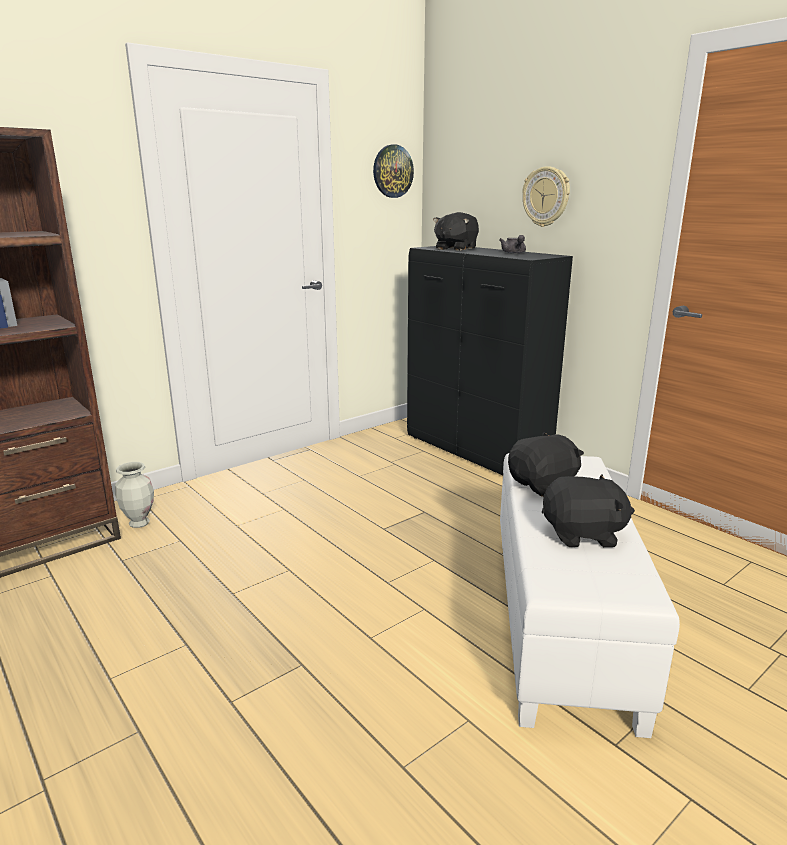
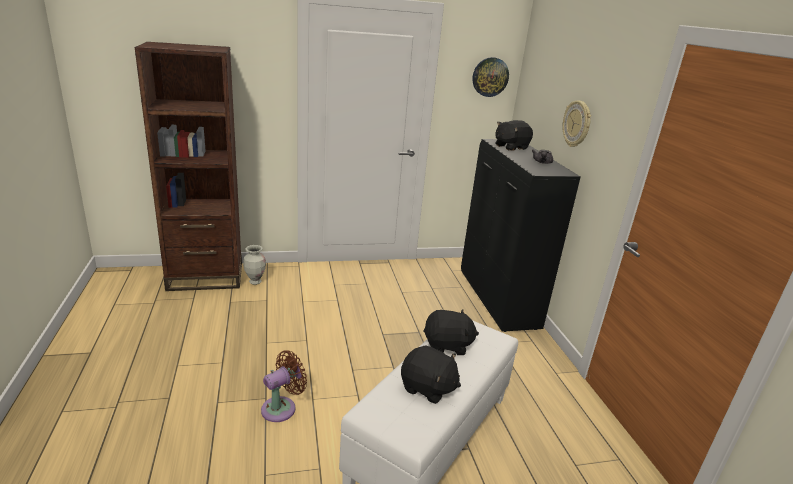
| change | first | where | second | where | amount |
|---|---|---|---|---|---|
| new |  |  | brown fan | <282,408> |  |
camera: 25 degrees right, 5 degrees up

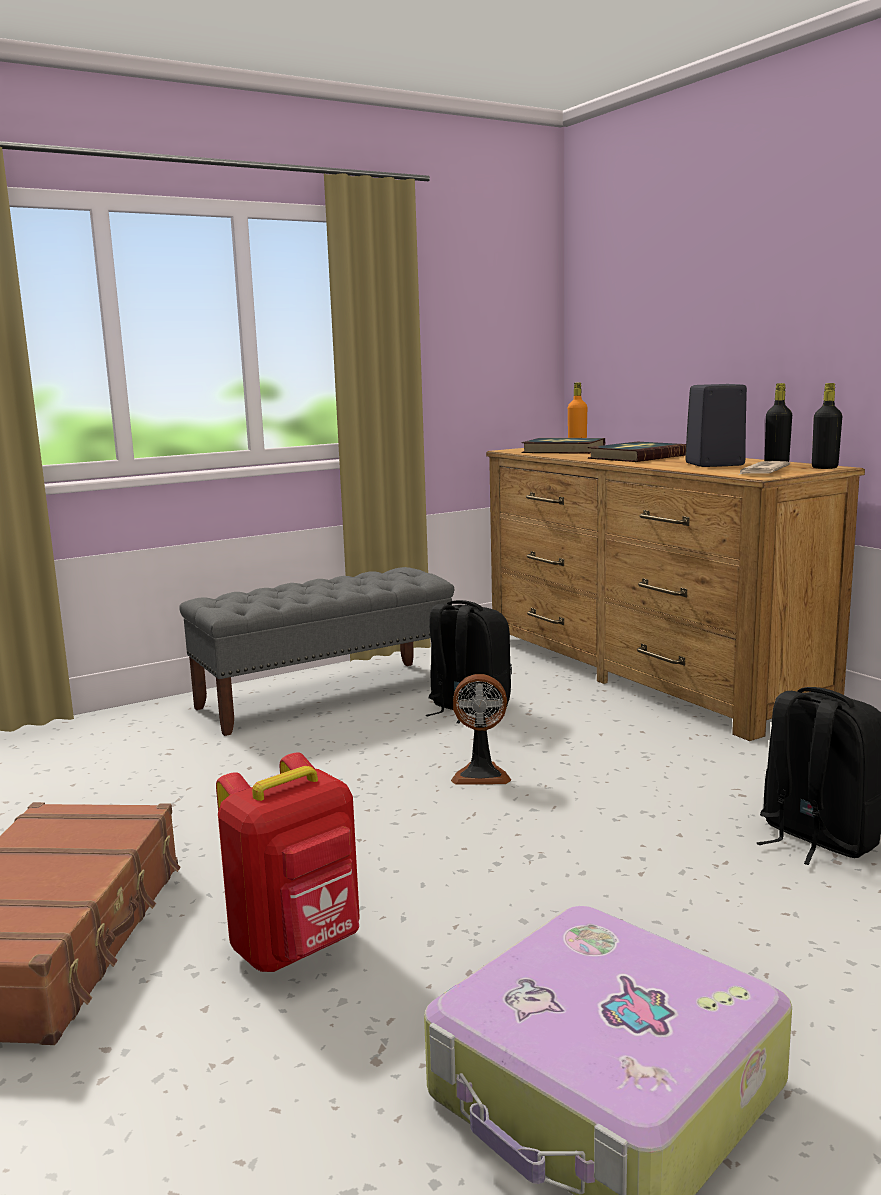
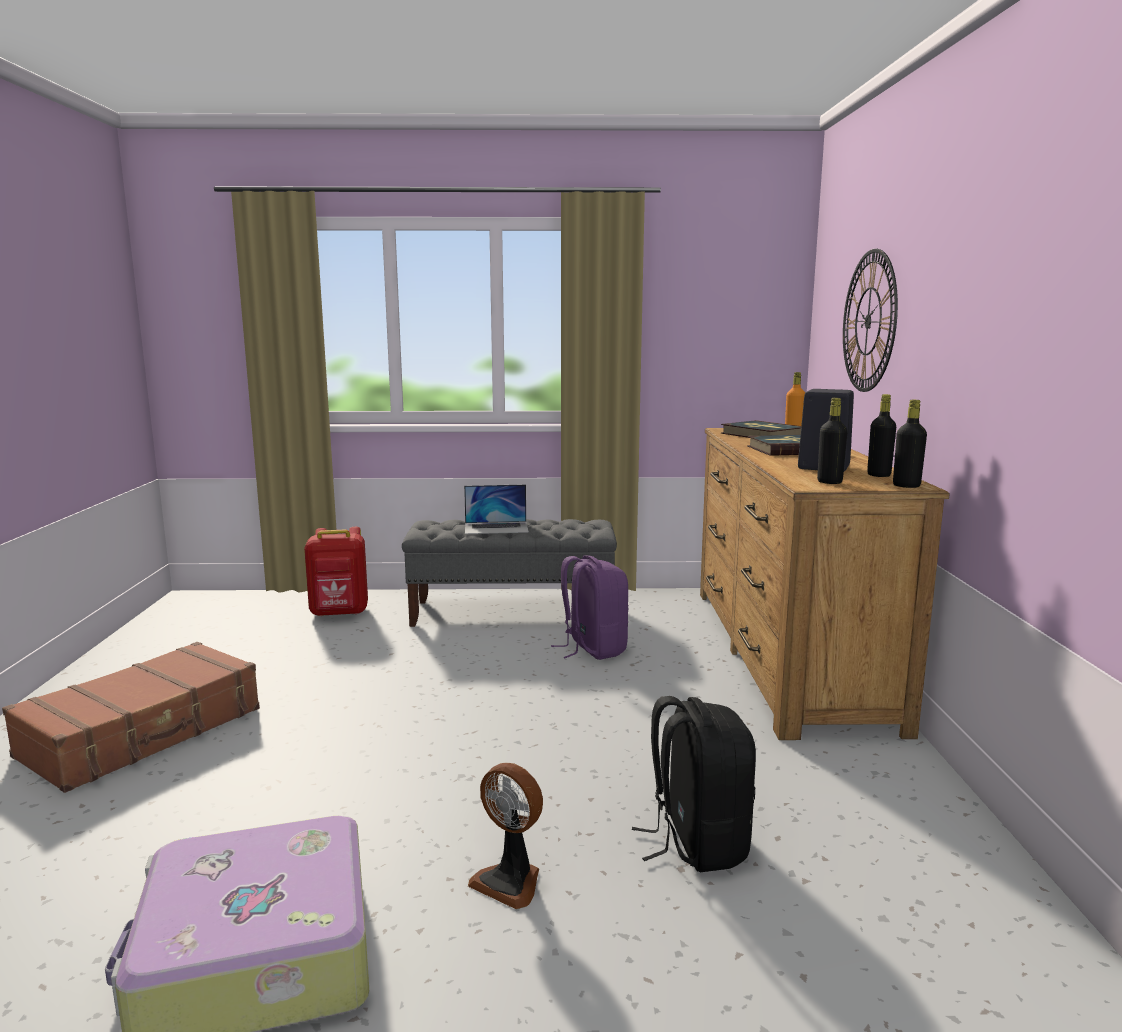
| change | first | where | second | where | amount |
|---|---|---|---|---|---|
| new |  |  | laptop | <496,527> |  |
| new |  |  | wall clock | <868,321> |  |
| shifted | red backpack | <299,948> |  | <339,613> |  |
| shifted | fan | <481,774> |  | <510,881> |  |
| swapped | newspaper | <762,472> | black bottle | <829,482> |  |
| repainted | black backpack | <467,709> | purple backpack | <592,649> |  |
camera: 30 degrees right, 0 degrees up

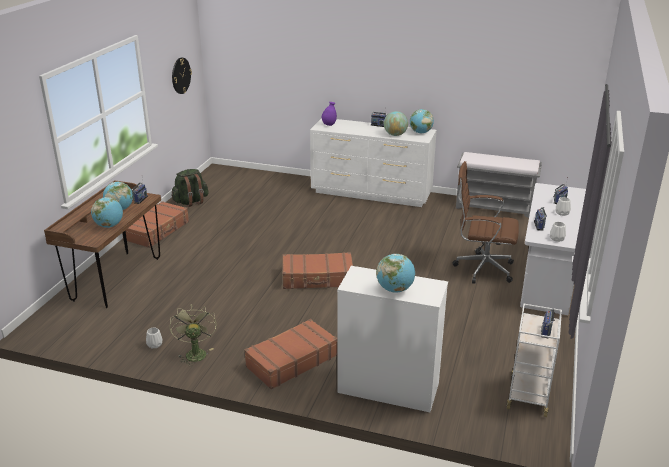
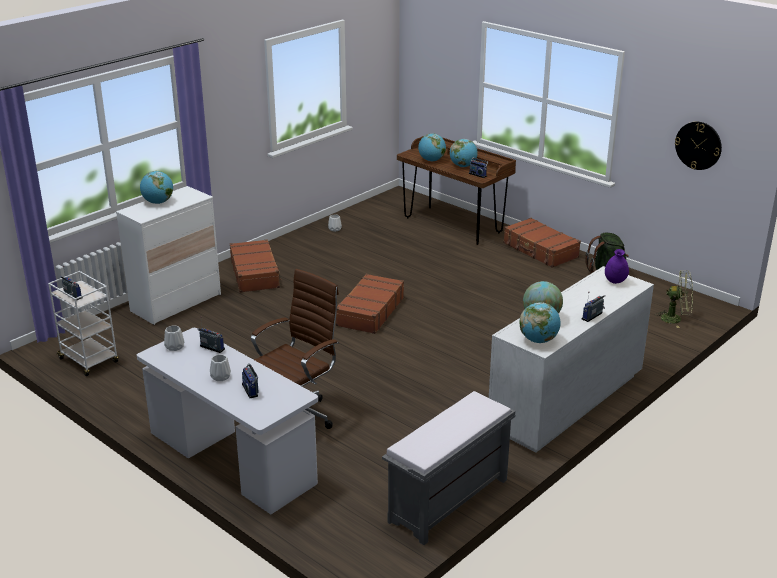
| change | first | where | second | where | amount |
|---|---|---|---|---|---|
| shifted | green fan | <195,352> |  | <675,319> |  |
camera: 115 degrees right, 0 degrees up

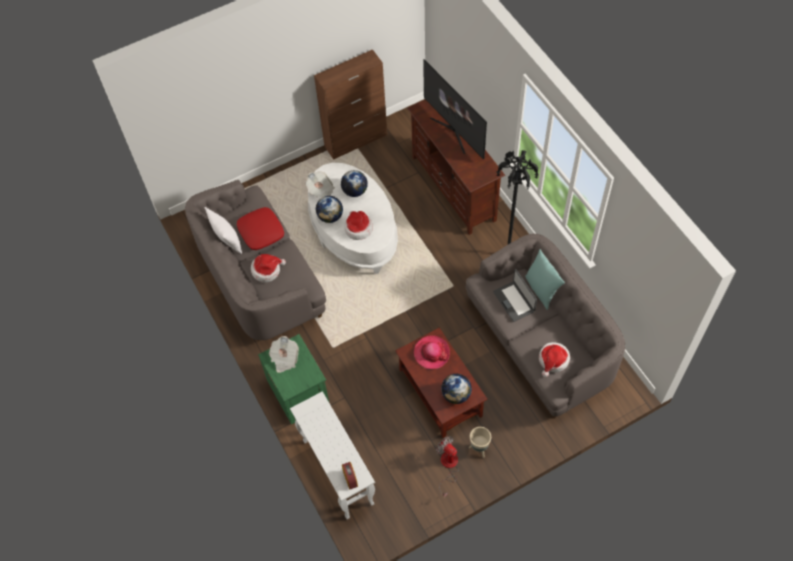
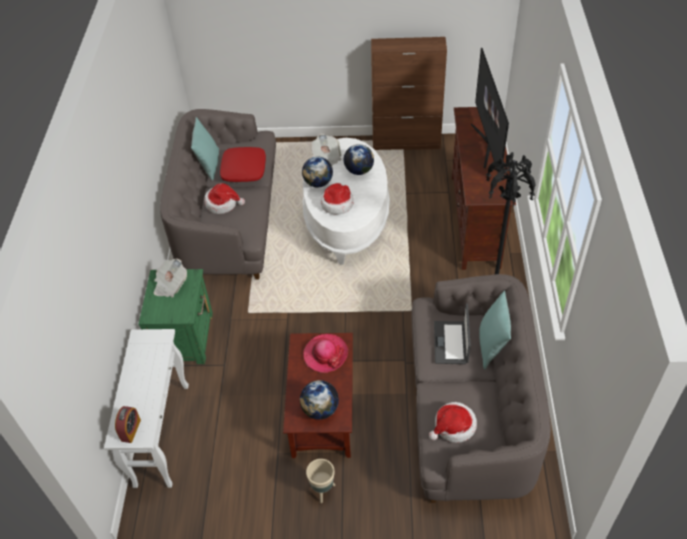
| change | first | where | second | where | amount |
|---|---|---|---|---|---|
| gone | fan | <448,466> |  |  |  |
| repainted | white pillow | <227,241> | turquoise pillow | <209,165> |  |
camera: 30 degrees right, 10 degrees down

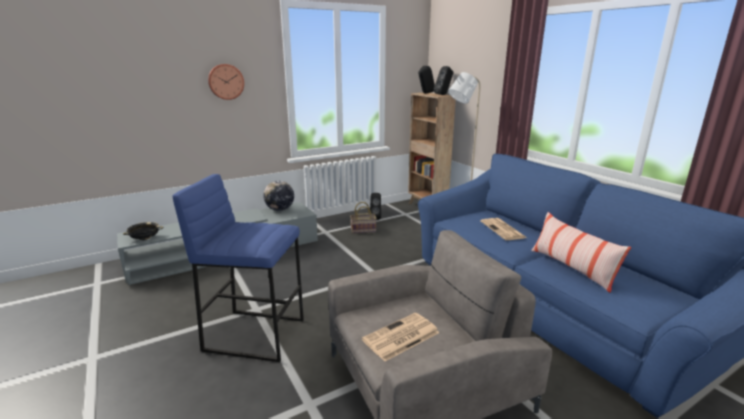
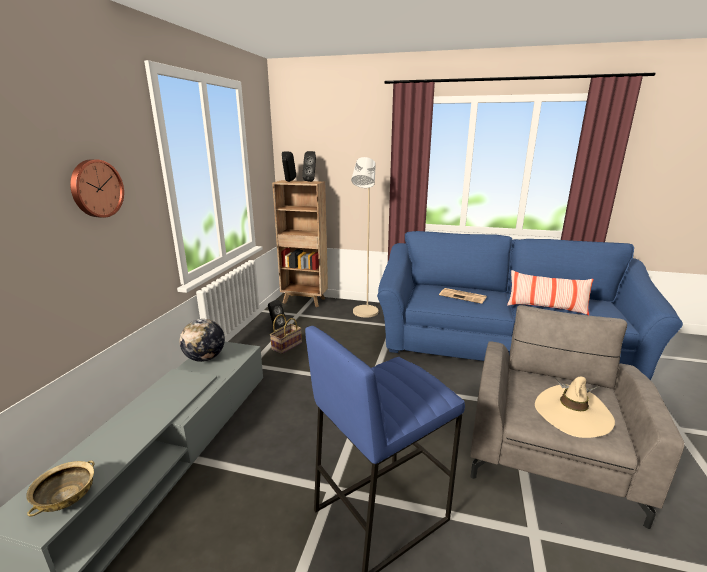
| change | first | where | second | where | amount |
|---|---|---|---|---|---|
| swapped | newspaper | <400,337> | beige hat | <572,414> |  |
| repainted | black bowl | <145,238> | beige bowl | <67,498> |  |
camera: 45 degrees left, 0 degrees up

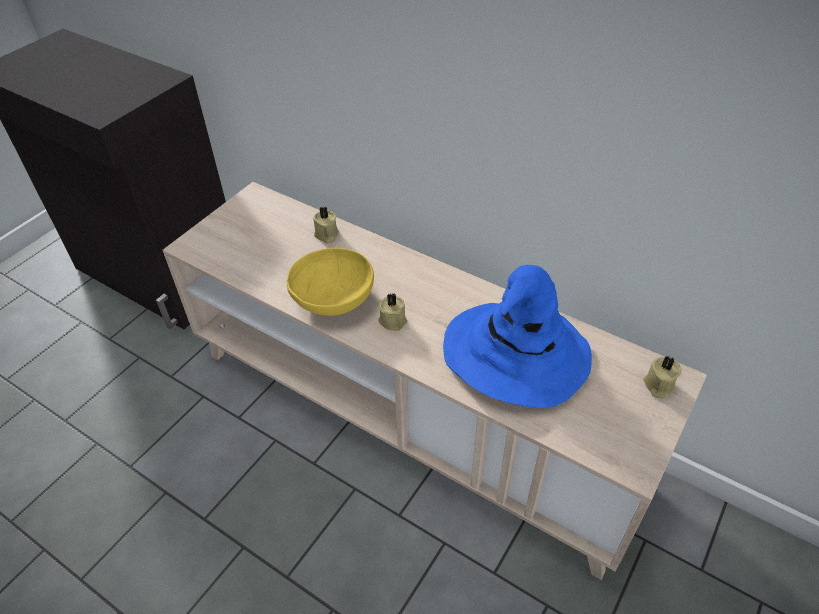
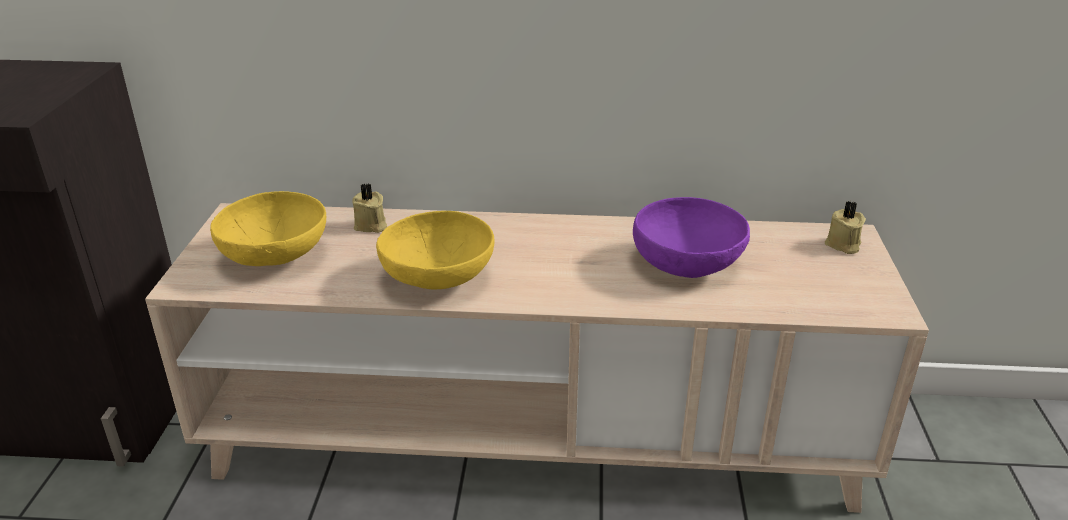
| change | first | where | second | where | amount |
|---|---|---|---|---|---|
| gone | beige candle | <393,320> |  |  |  |
| new |  |  | yellow bowl | <276,257> |  |
| swapped | blue hat | <515,355> | purple bowl | <688,264> |  |
camera: 30 degrees left, 15 degrees down

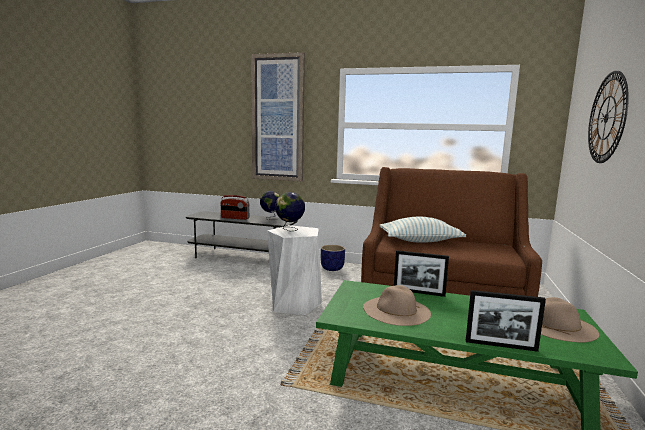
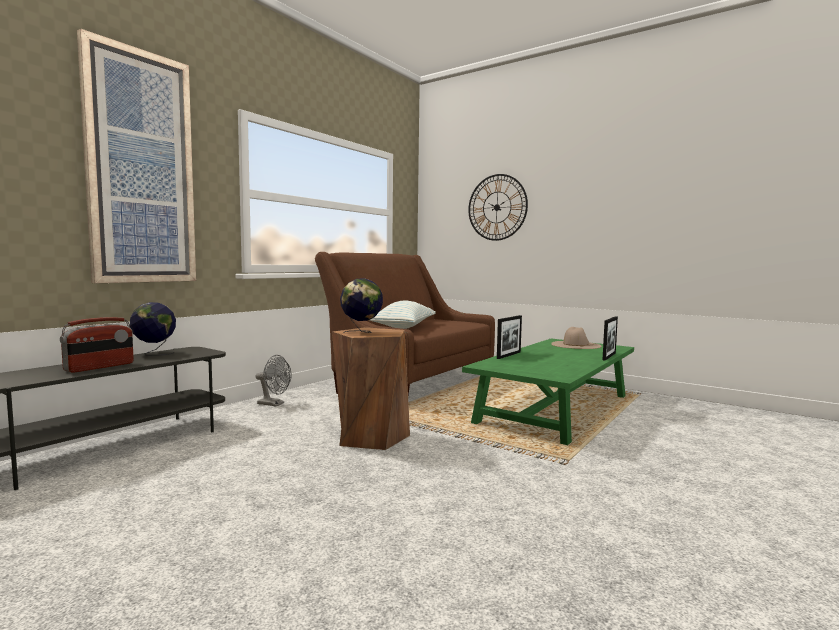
| change | first | where | second | where | amount |
|---|---|---|---|---|---|
| gone | beige hat | <396,310> |  |  |  |
| swapped | planter | <332,268> | grey fan | <274,404> |  |
| repainted | white stool | <294,304> | brown stool | <371,436> |  |
camera: 70 degrees left, 5 degrees down

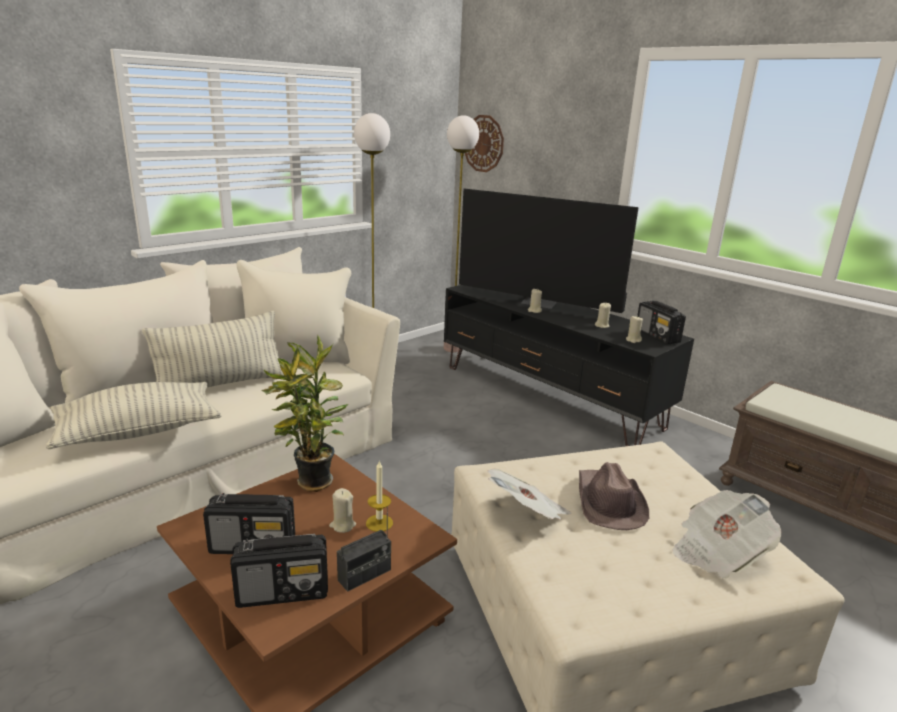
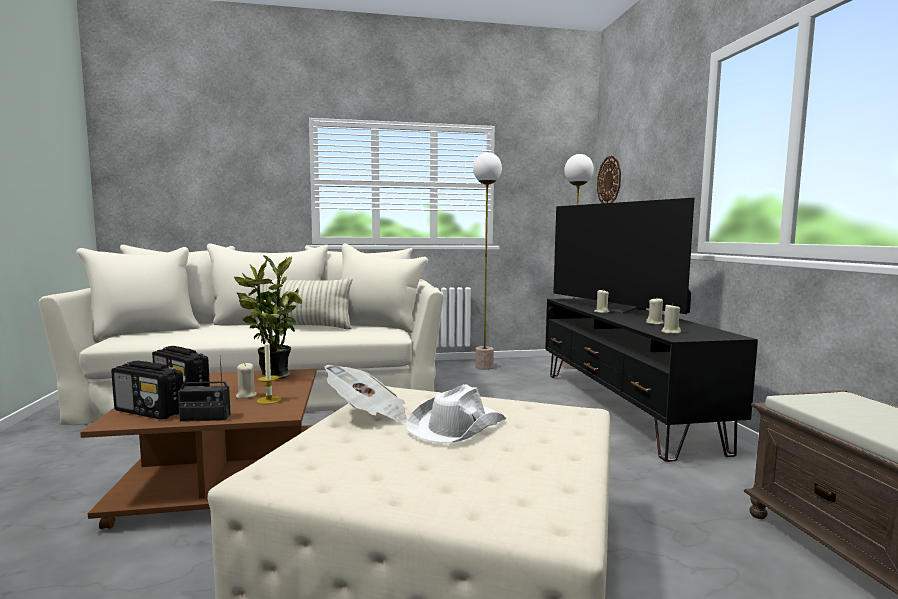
| change | first | where | second | where | amount |
|---|---|---|---|---|---|
| gone | pillow | <139,431> |  |  |  |
| gone | radio | <657,337> |  |  |  |
| gone | newspaper | <718,552> |  |  |  |
| repainted | brown hat | <608,502> | white hat | <456,426> |  |
camera: 35 degrees right, 15 degrees down

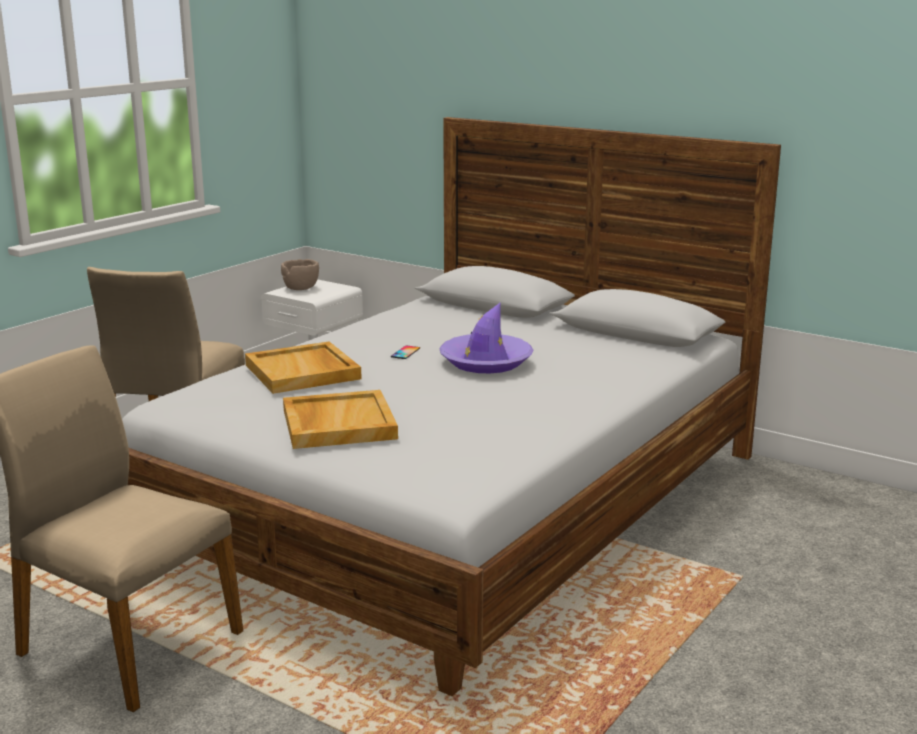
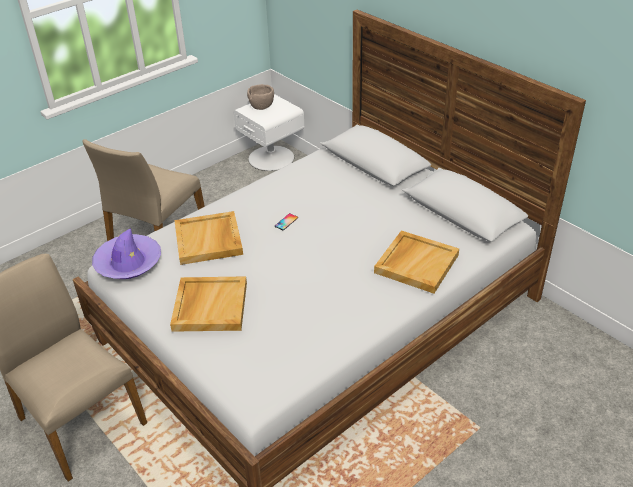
| change | first | where | second | where | amount |
|---|---|---|---|---|---|
| new |  |  | beige tray | <416,263> |  |
| shifted | purple hat | <486,362> |  | <128,263> |  |
camera: 15 degrees right, 20 degrees up

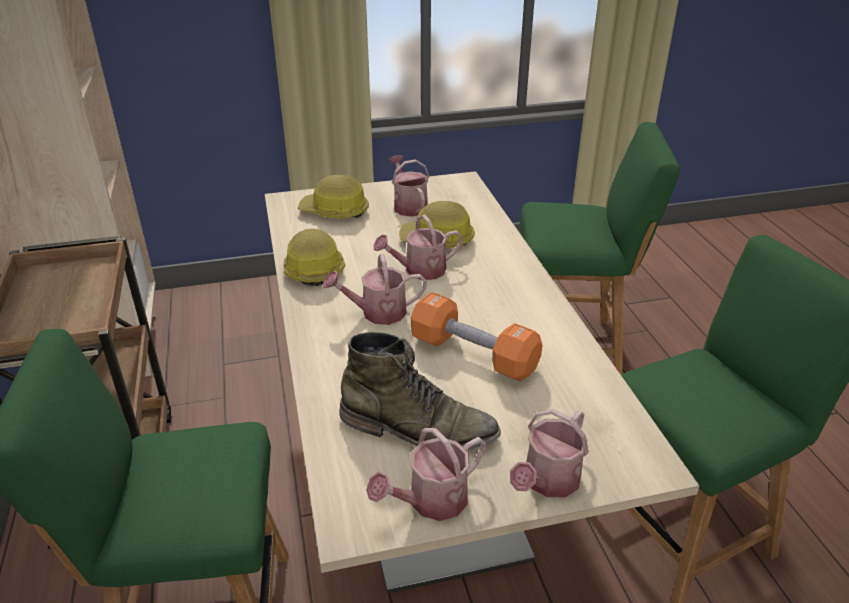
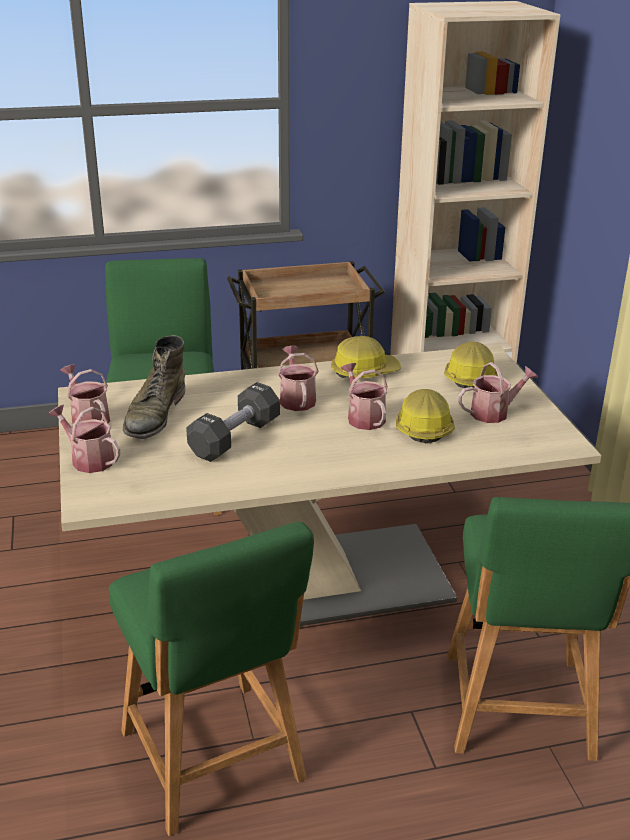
| change | first | where | second | where | amount |
|---|---|---|---|---|---|
| repainted | orange dumbbell | <473,354> | black dumbbell | <235,438> |  |
camera: 90 degrees right, 5 degrees down

